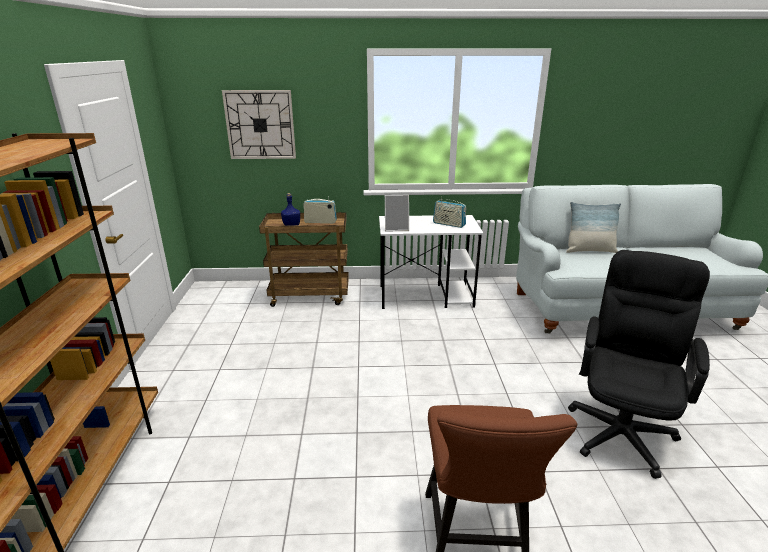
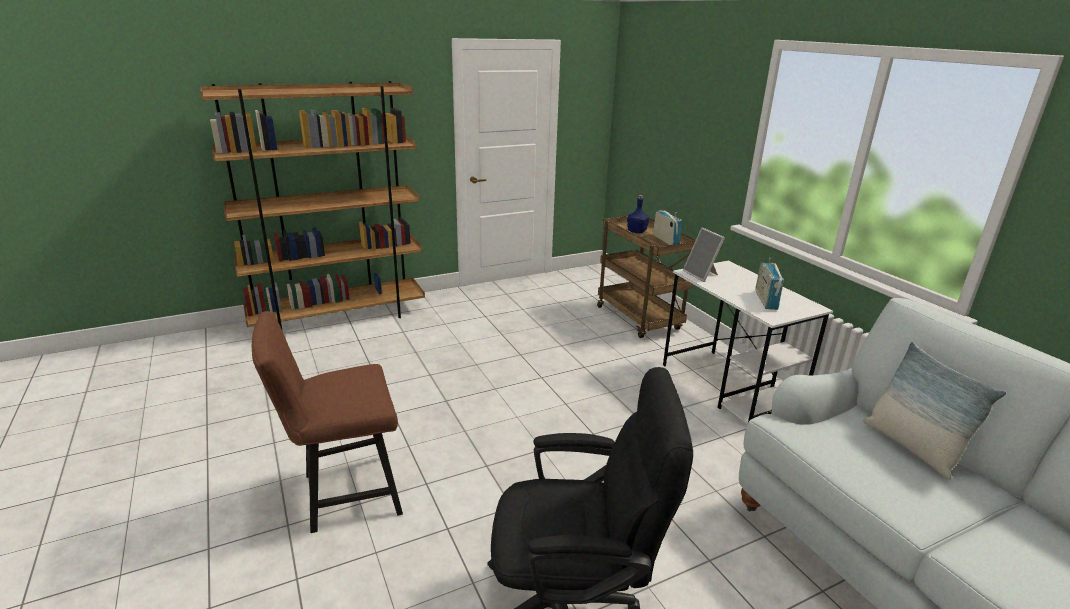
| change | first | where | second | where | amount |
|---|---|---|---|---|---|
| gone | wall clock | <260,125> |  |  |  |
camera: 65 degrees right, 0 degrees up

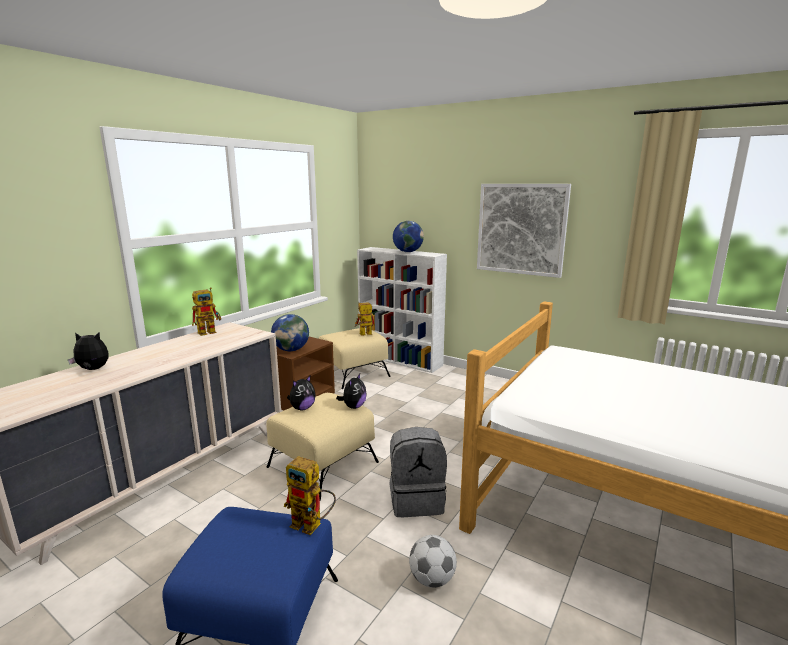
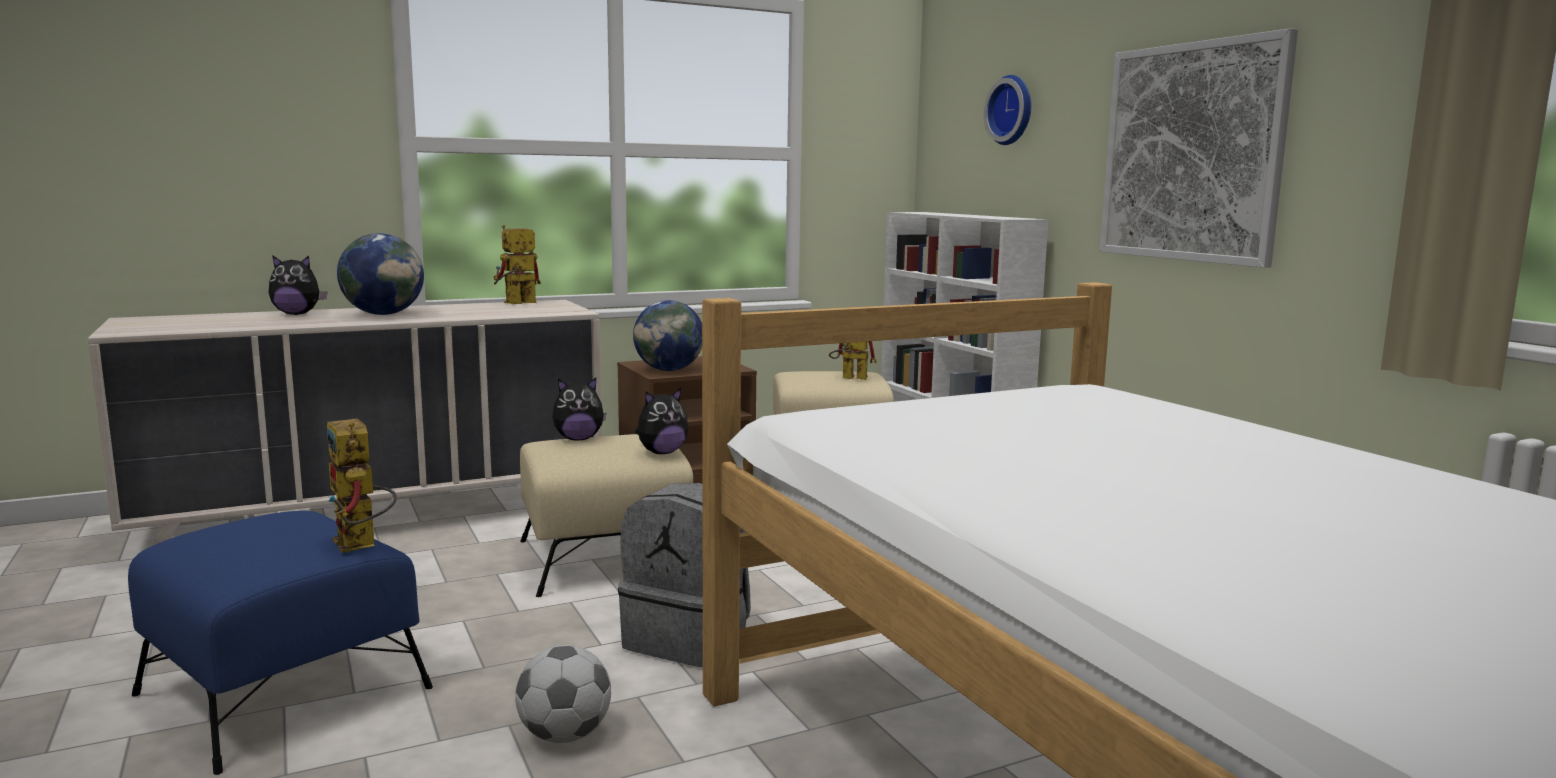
| change | first | where | second | where | amount |
|---|---|---|---|---|---|
| new |  |  | wall clock | <1012,110> |  |
| shifted | globe | <408,252> |  | <383,314> |  |
| rotated | plush toy | <92,369> |  | <297,314> | 150 degrees clockwise |
| rotated | toy robot | <210,331> |  | <515,303> | 150 degrees clockwise |
camera: 30 degrees right, 5 degrees down

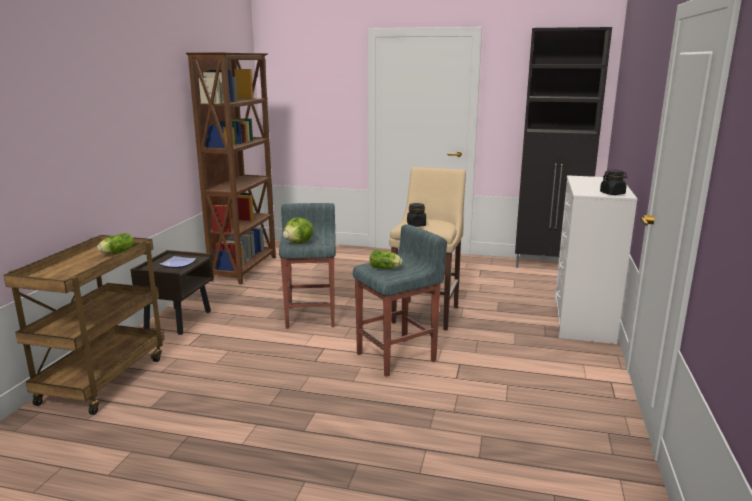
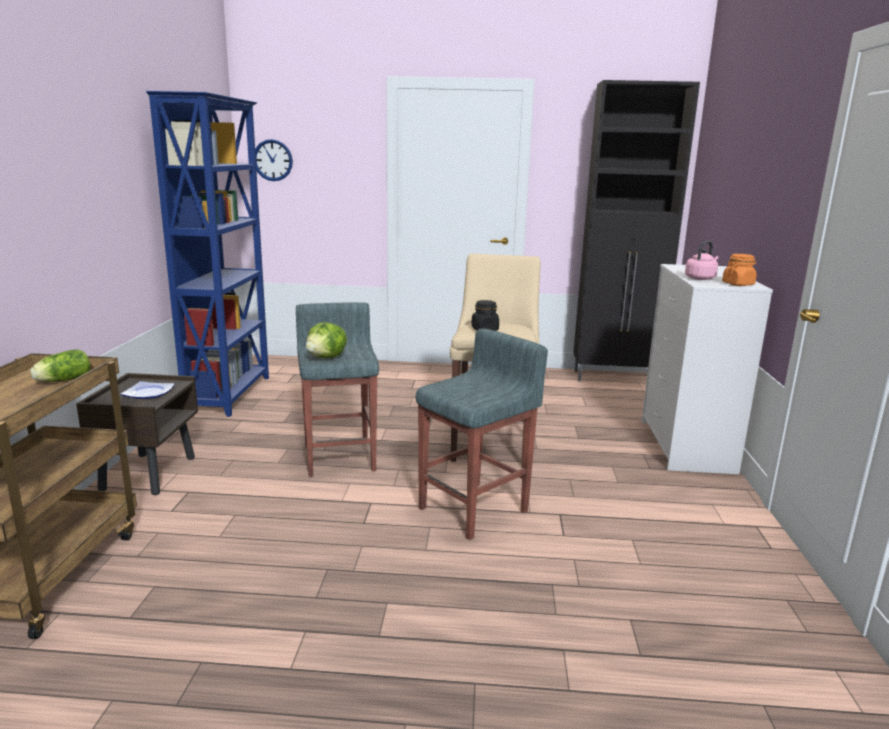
| change | first | where | second | where | amount |
|---|---|---|---|---|---|
| gone | lettuce | <386,268> |  |  |  |
| new |  |  | wall clock | <273,160> |  |
| new |  |  | pink kettle | <701,278> |  |
| repainted | brown bookcase | <245,268> | blue bookcase | <230,394> |  |
| repainted | black jar | <612,193> | orange jar | <738,284> |  |
camera: 10 degrees left, 0 degrees up

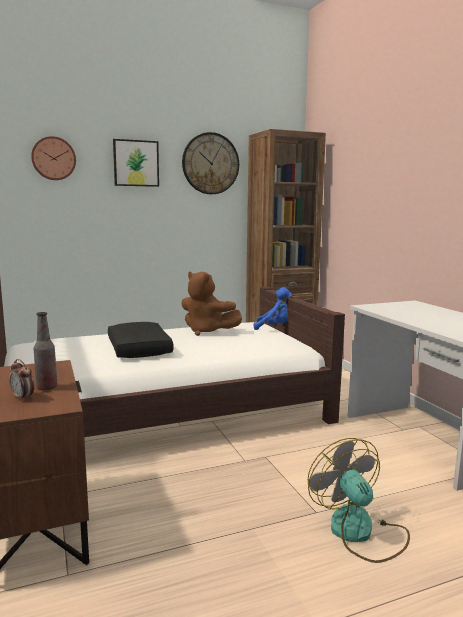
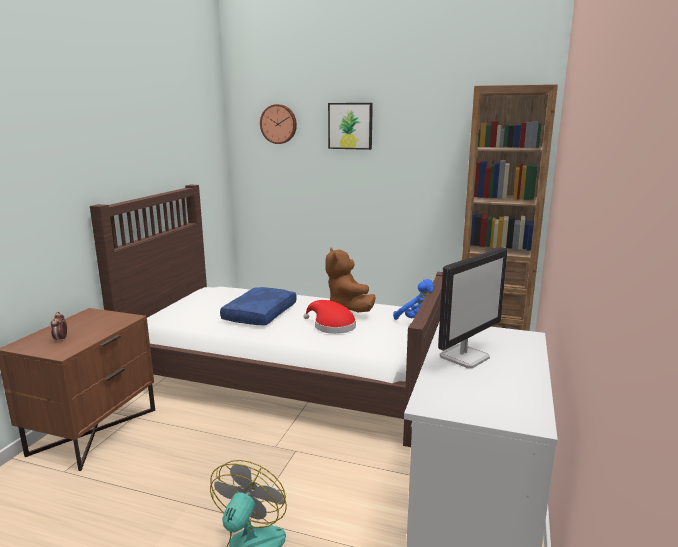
| change | first | where | second | where | amount |
|---|---|---|---|---|---|
| gone | bottle | <47,387> |  |  |  |
| gone | wall clock | <210,163> |  |  |  |
| new |  |  | red hat | <331,326> |  |
| new |  |  | monitor | <464,357> |  |
| repainted | black pillow | <137,349> | blue pillow | <259,314> |  |
camera: 40 degrees right, 5 degrees up

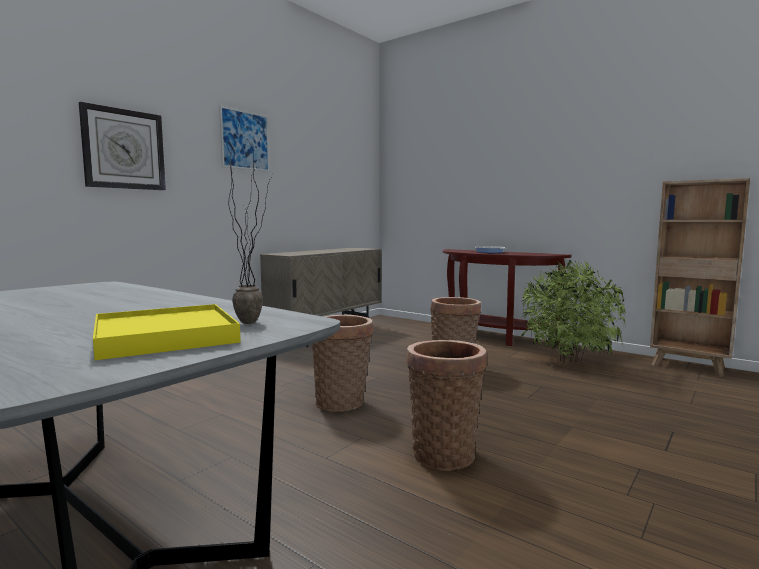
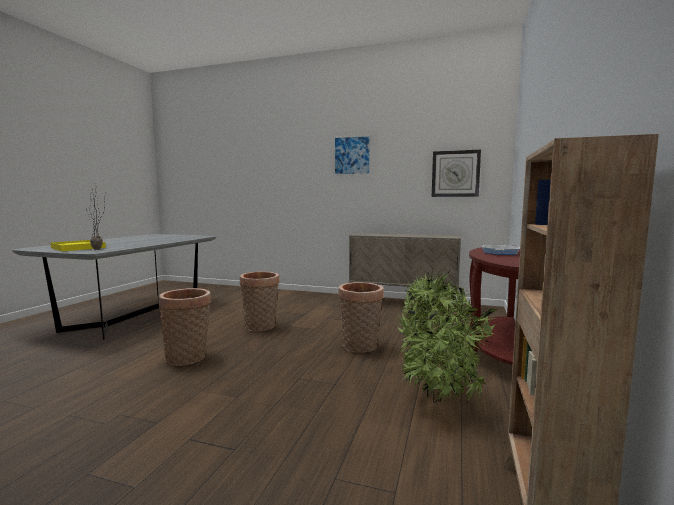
| change | first | where | second | where | amount |
|---|---|---|---|---|---|
| shifted | wall clock | <124,149> |  | <455,174> |  |
camera: 70 degrees right, 0 degrees up

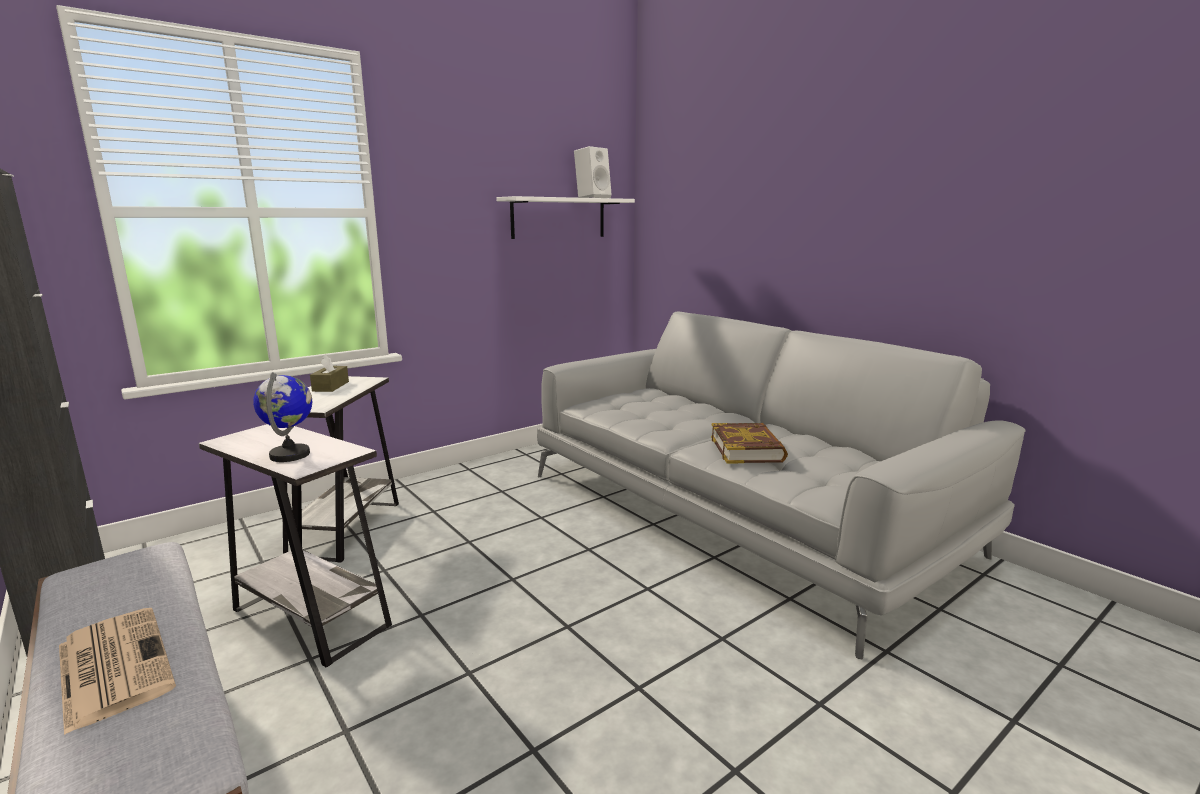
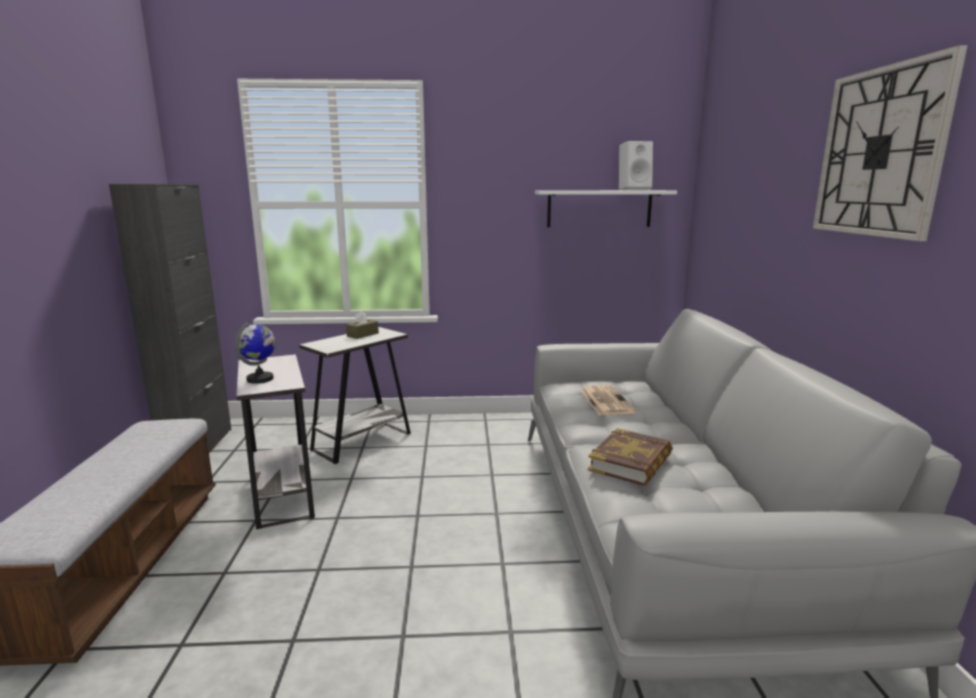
| change | first | where | second | where | amount |
|---|---|---|---|---|---|
| new |  |  | wall clock | <880,152> |  |
| shifted | newspaper | <113,665> |  | <605,401> |  |
camera: 35 degrees right, 0 degrees up

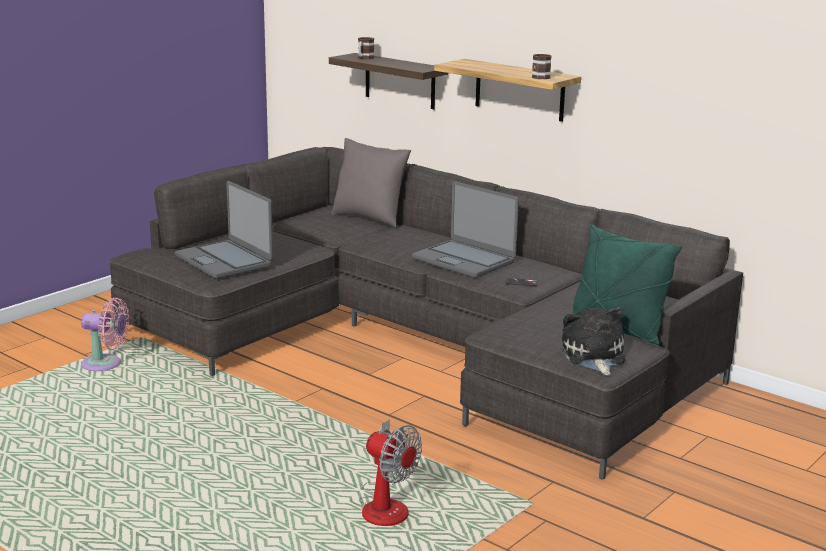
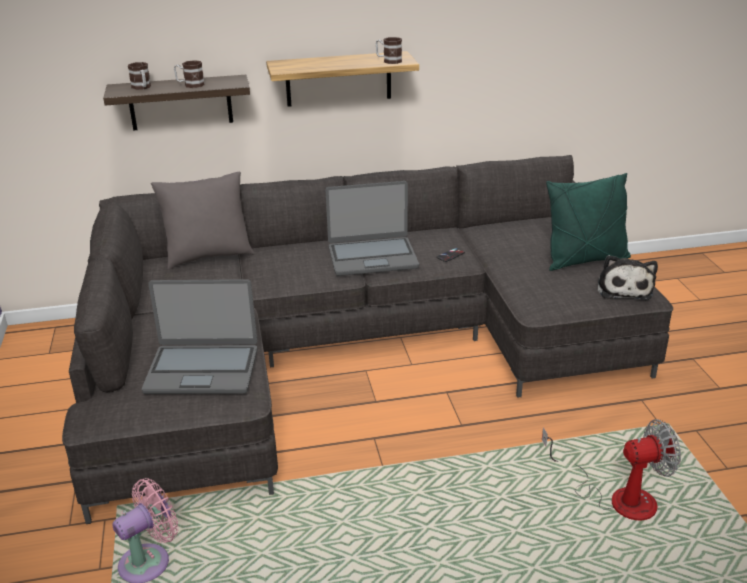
| change | first | where | second | where | amount |
|---|---|---|---|---|---|
| new |  |  | mug | <190,85> |  |
| rotated | plush toy | <593,356> |  | <624,288> | 120 degrees counterclockwise |
camera: 50 degrees left, 10 degrees up

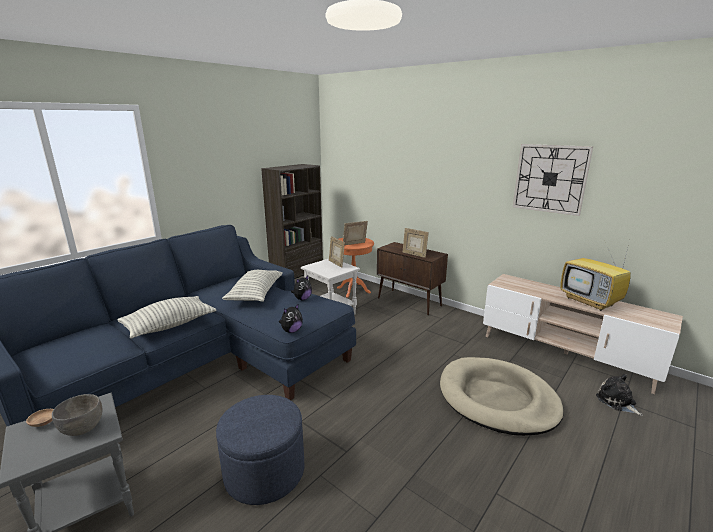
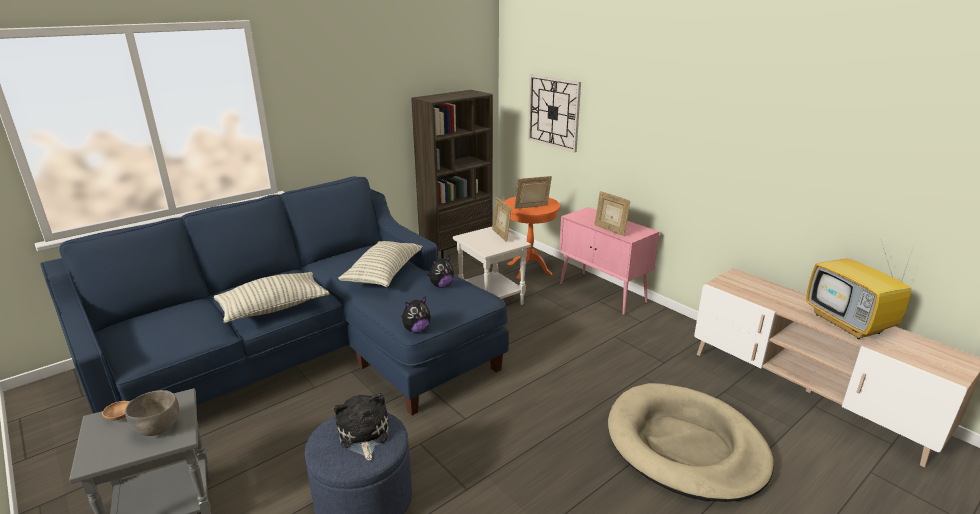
| change | first | where | second | where | amount |
|---|---|---|---|---|---|
| shifted | wall clock | <550,179> |  | <553,112> |  |
| shifted | plush toy | <617,402> |  | <363,435> |  |
| repainted | brown cabinet | <409,302> | pink cabinet | <603,293> |  |
camera: 10 degrees right, 5 degrees up

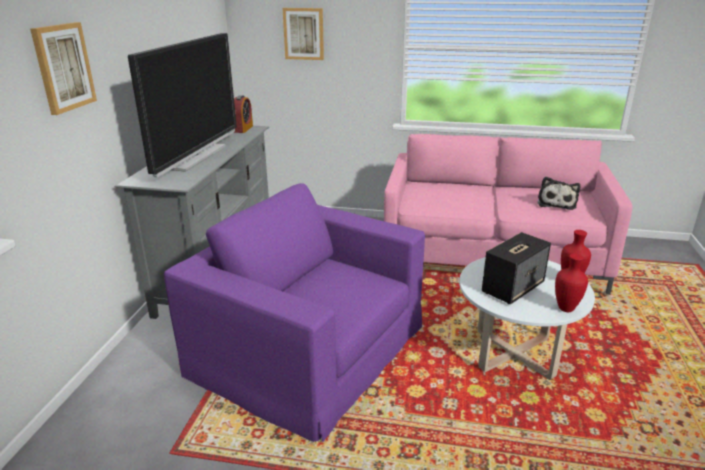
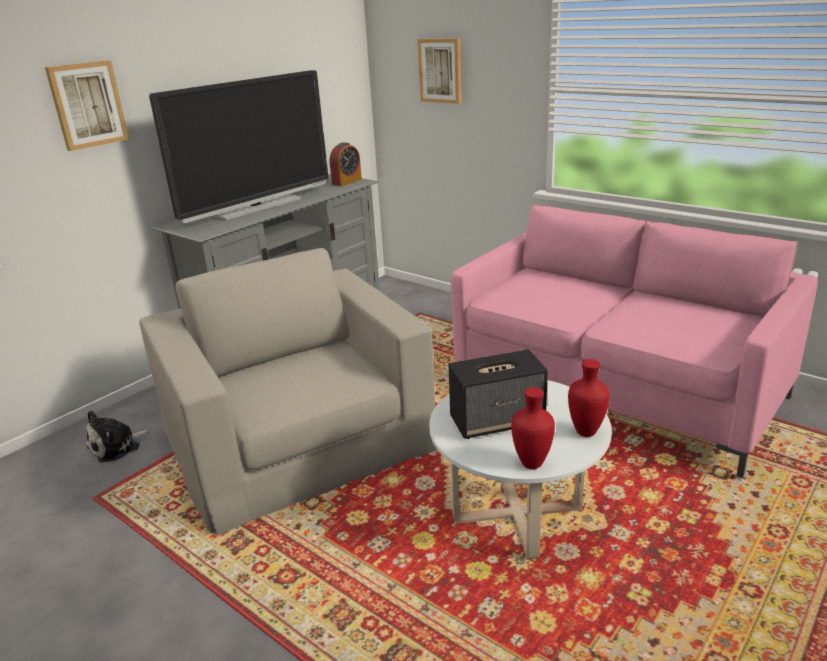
| change | first | where | second | where | amount |
|---|---|---|---|---|---|
| shifted | plush toy | <556,203> |  | <117,446> |  |
| repainted | purple armchair | <308,348> | beige armchair | <297,439> |  |
camera: 30 degrees right, 0 degrees up

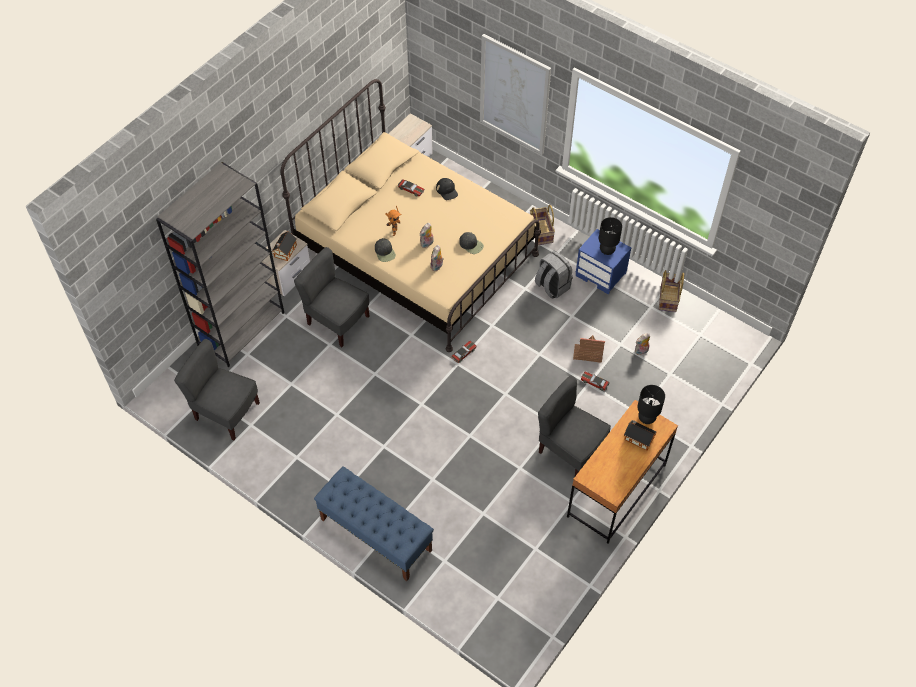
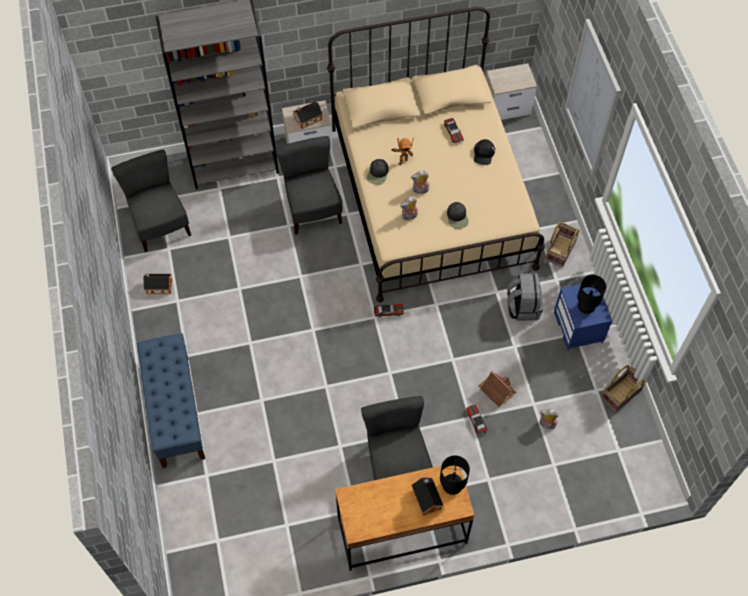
| change | first | where | second | where | amount |
|---|---|---|---|---|---|
| new |  |  | toy house | <158,286> |  |
camera: 40 degrees right, 5 degrees up

